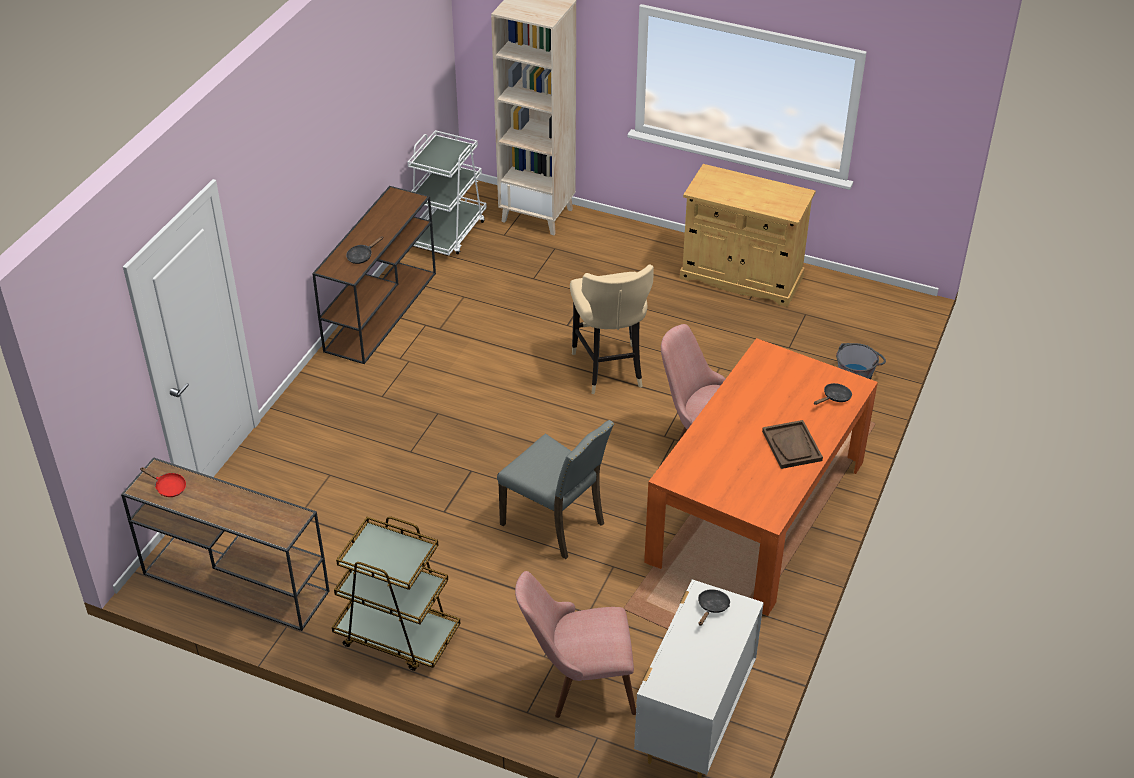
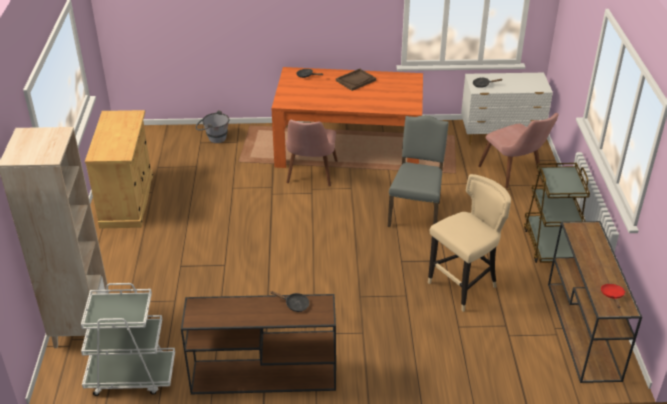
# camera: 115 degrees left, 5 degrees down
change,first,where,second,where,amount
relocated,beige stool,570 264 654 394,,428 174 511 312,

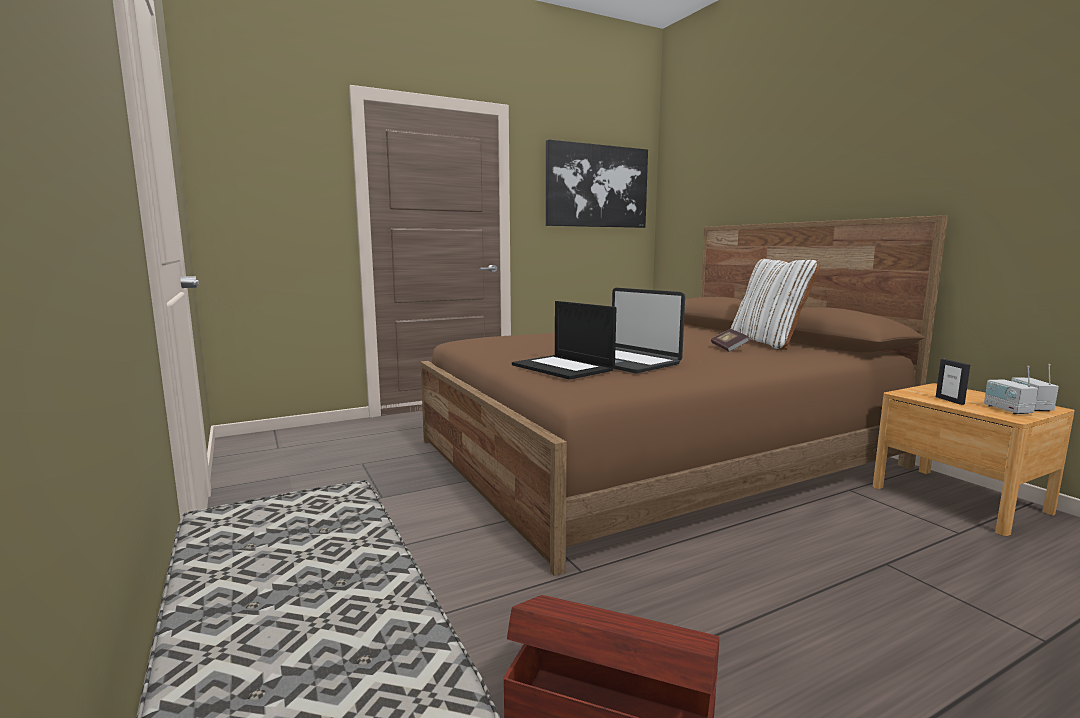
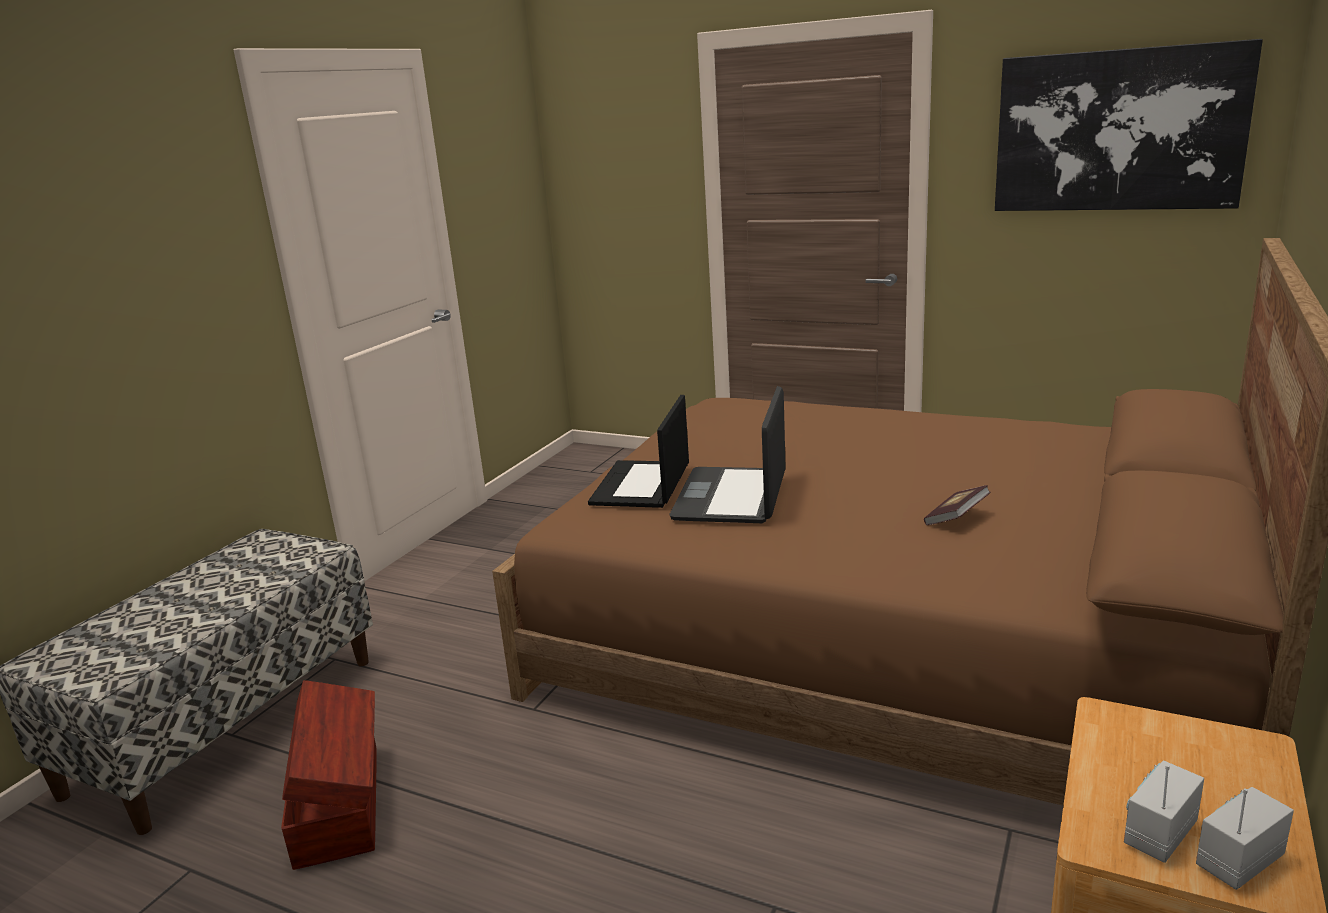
# camera: 55 degrees right, 10 degrees up
change,first,where,second,where,amount
missing,whitish pillow,731 258 820 350,,,
missing,photo frame,936 359 970 405,,,

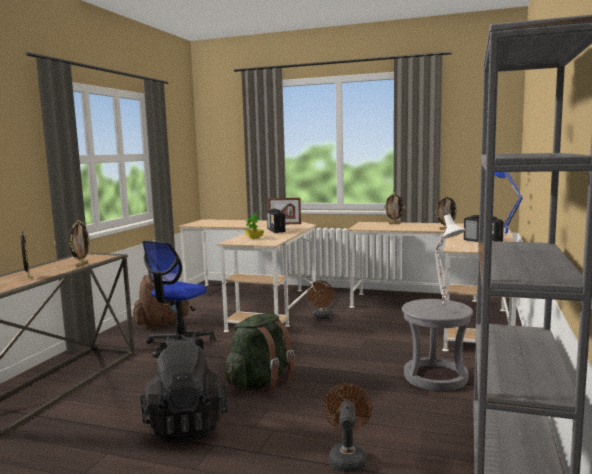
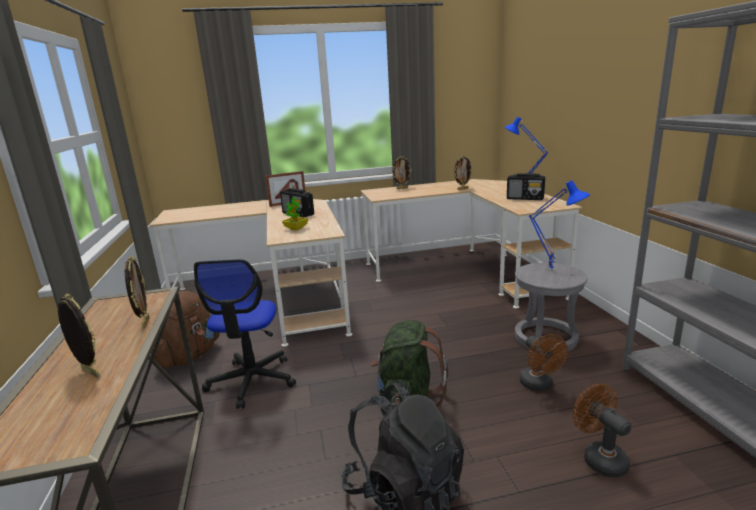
# camera: 30 degrees left, 10 degrees up
change,first,where,second,where,amount
relocated,brownish fan,307 281 334 319,,519 334 568 391,
colour,whitish tabletop lamp,435 214 466 306,blue-coloured tabletop lamp,529 180 590 270,

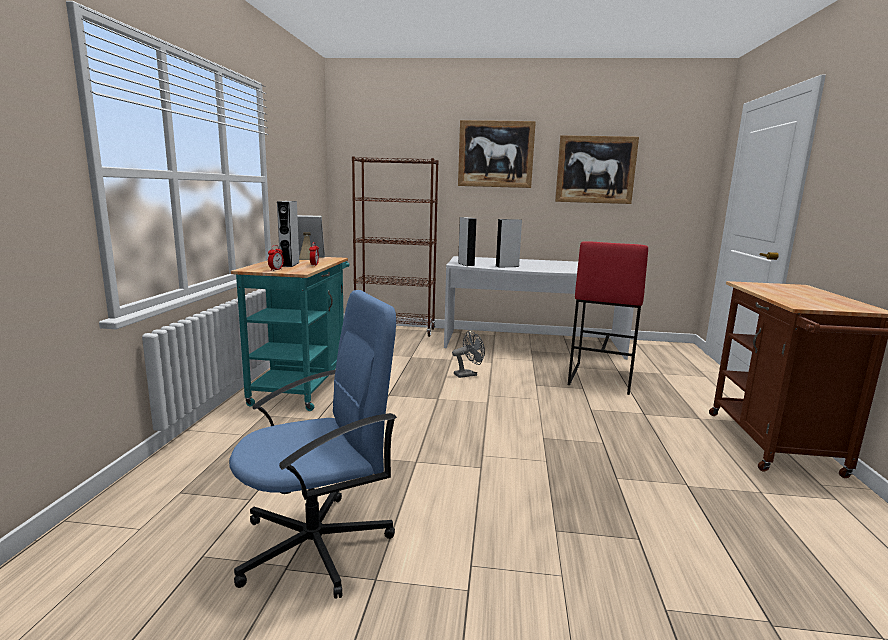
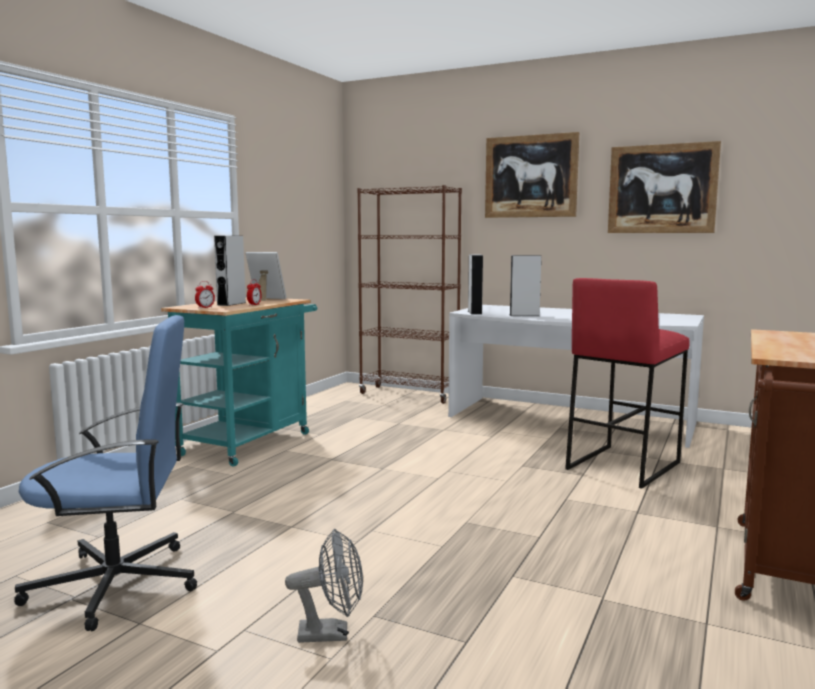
# camera: 20 degrees right, 5 degrees down
change,first,where,second,where,amount
relocated,gray fan,452 330 485 378,,285 529 363 643,

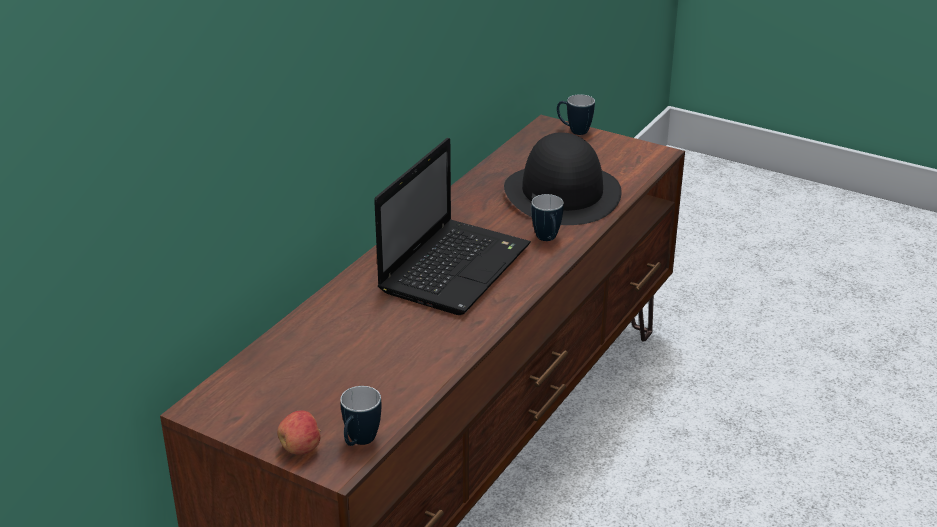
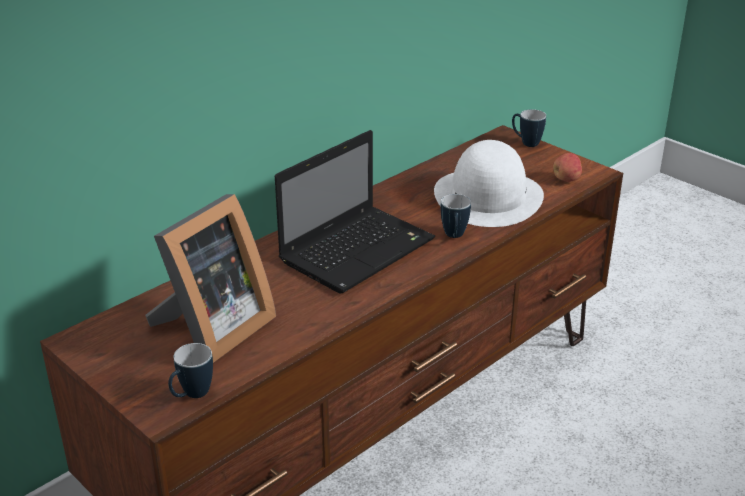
# camera: 15 degrees right, 0 degrees up
change,first,where,second,where,amount
relocated,apple fruit,277 410 321 454,,553 153 582 182,
colour,black clothing hat,504 132 622 225,whitish clothing hat,434 140 544 227,
appeared,,,photo frame,145 194 276 363,

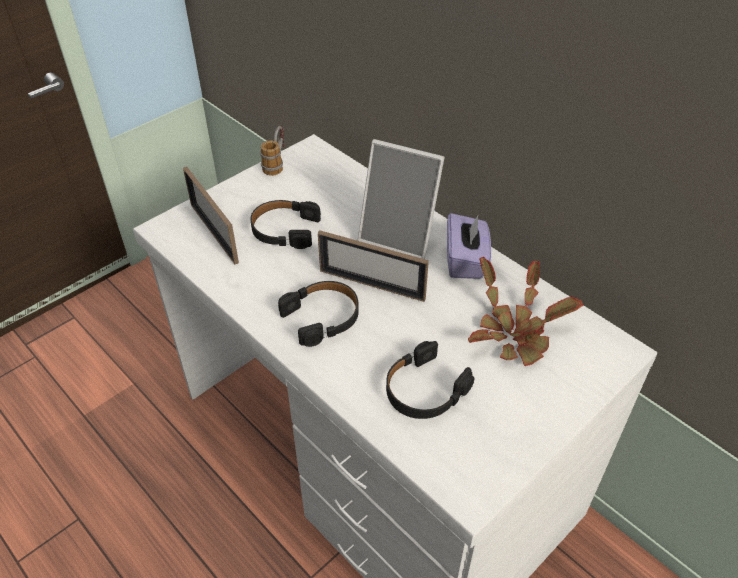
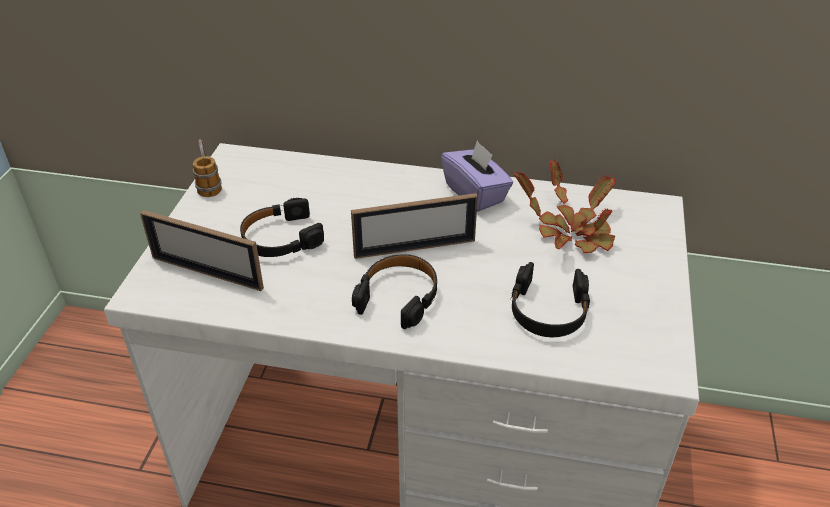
# camera: 35 degrees left, 5 degrees down
change,first,where,second,where,amount
missing,photo frame,358 139 445 259,,,

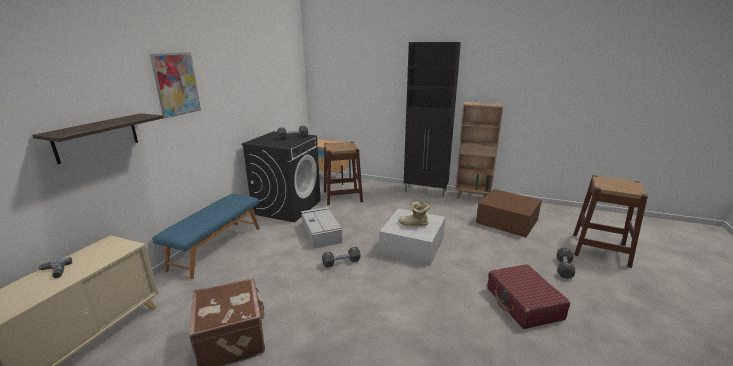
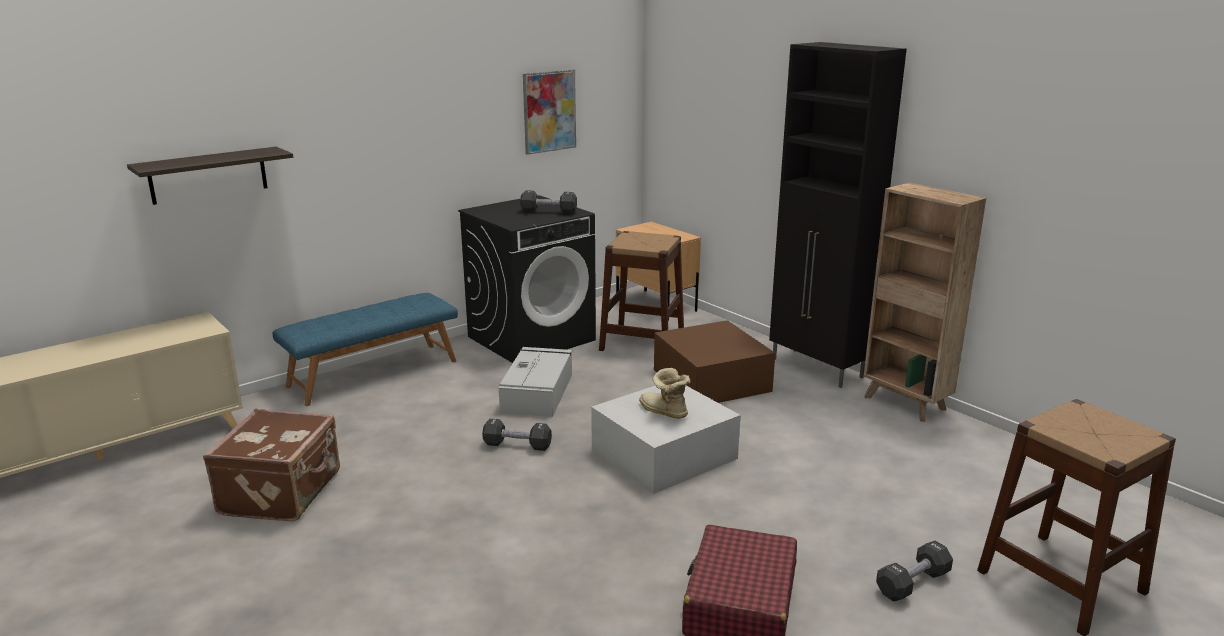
# camera: 30 degrees right, 0 degrees up
change,first,where,second,where,amount
missing,drill,38 257 72 278,,,
relocated,picture,150 52 201 118,,523 70 576 155,
relocated,brownish storage bin,476 189 542 237,,654 320 775 403,

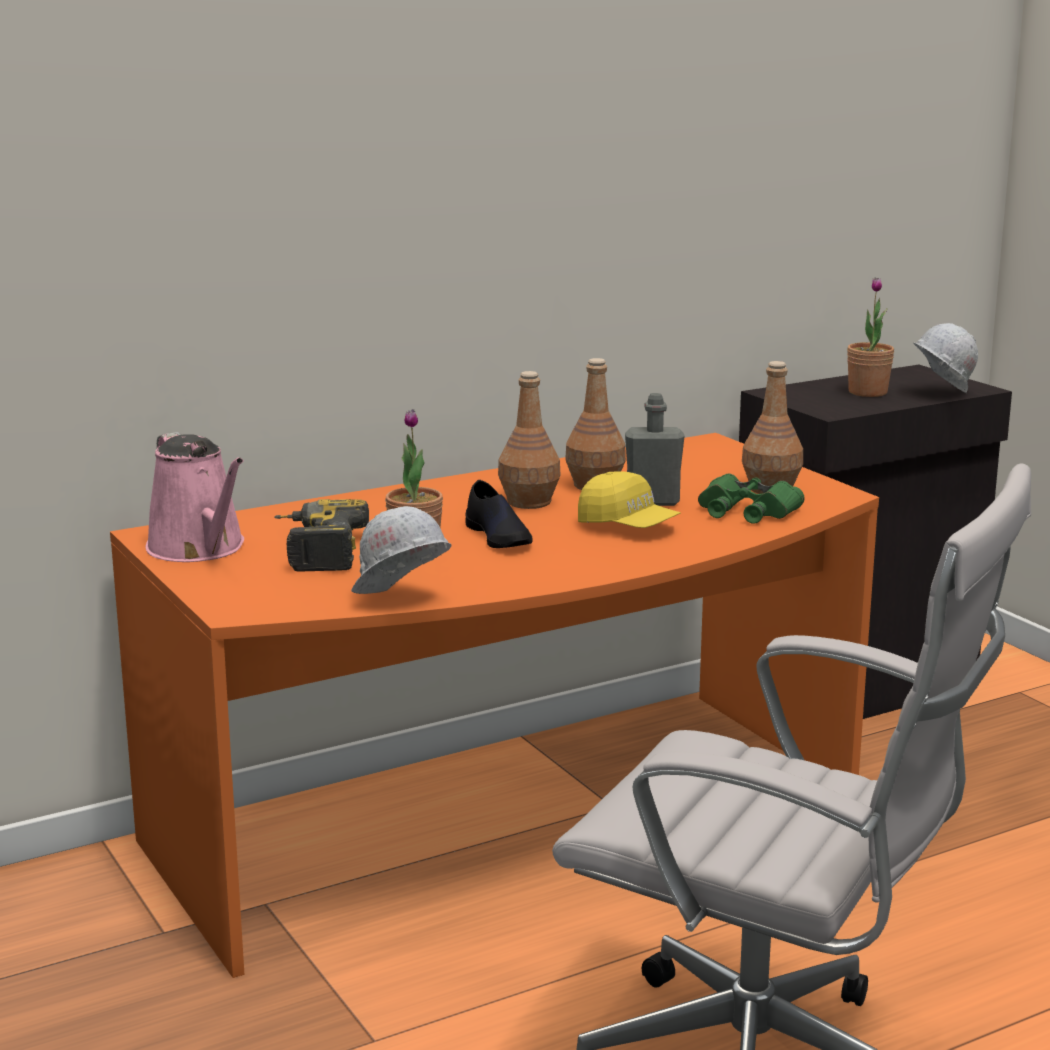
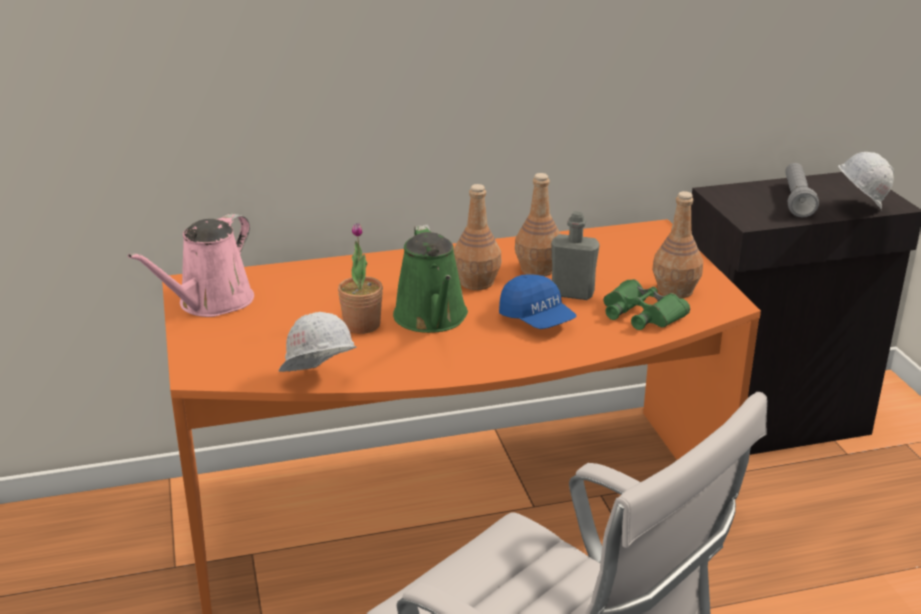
# camera: 15 degrees right, 10 degrees up
change,first,where,second,where,amount
spun,pink-coloured watering pot,145 432 244 562,,128 213 254 317,45 degrees clockwise
missing,drill,274 499 369 572,,,
exchanged,black shoe,466 480 533 548,greenish watering pot,393 225 468 333,
colour,yellowish baseball cap,578 471 681 528,blue-coloured baseball cap,499 274 577 329,
exchanged,houseplant,847 277 894 397,gray torch,785 163 819 217,

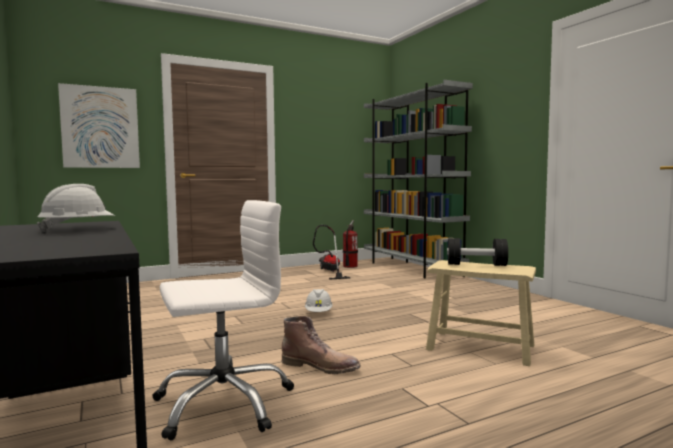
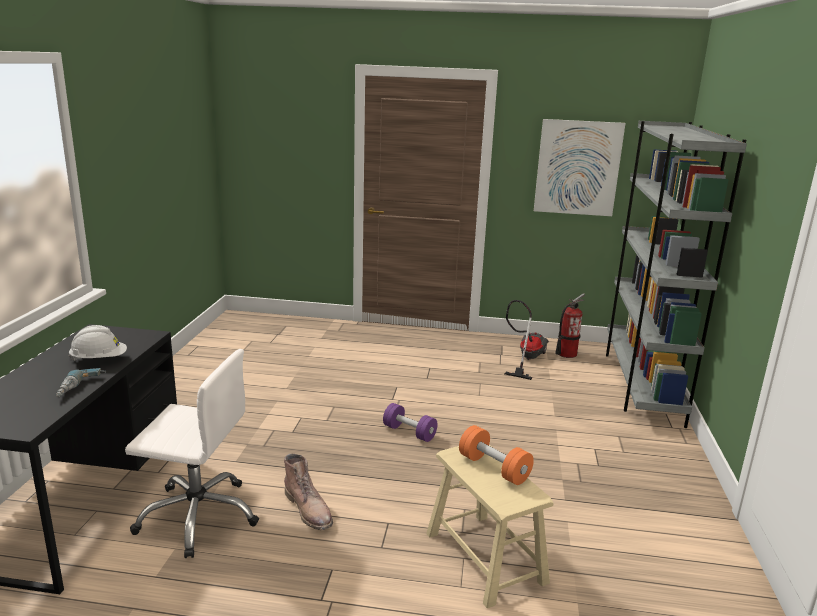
# camera: 35 degrees right, 15 degrees up
change,first,where,second,where,amount
relocated,picture,58 83 140 168,,534 119 626 216,
exchanged,whitish work helmet,305 289 333 312,purple free weight,383 403 438 442,
colour,black free weight,447 238 508 266,orangey free weight,459 425 534 485,
appeared,,,drill,56 368 106 397,

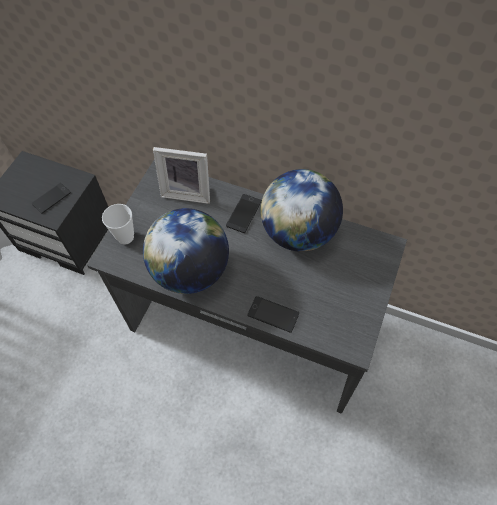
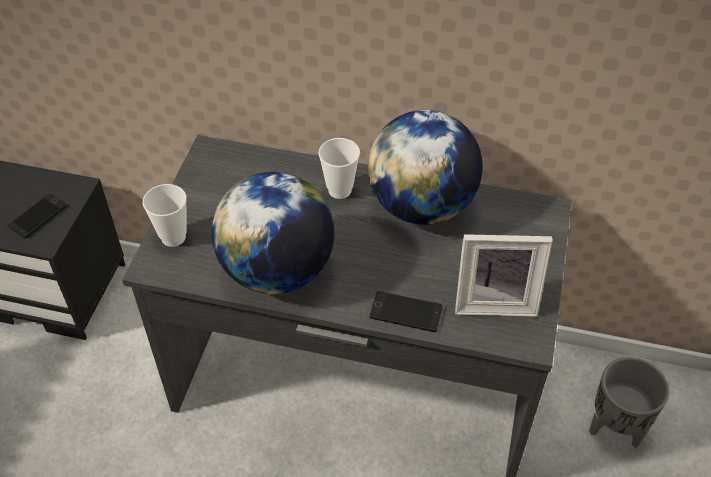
# camera: 10 degrees left, 10 degrees down
change,first,where,second,where,amount
relocated,photo frame,153 147 210 204,,455 234 553 317,
exchanged,telephone,226 194 262 233,small cup,318 138 360 199,
appeared,,,gray plant pot,589 357 669 448,

